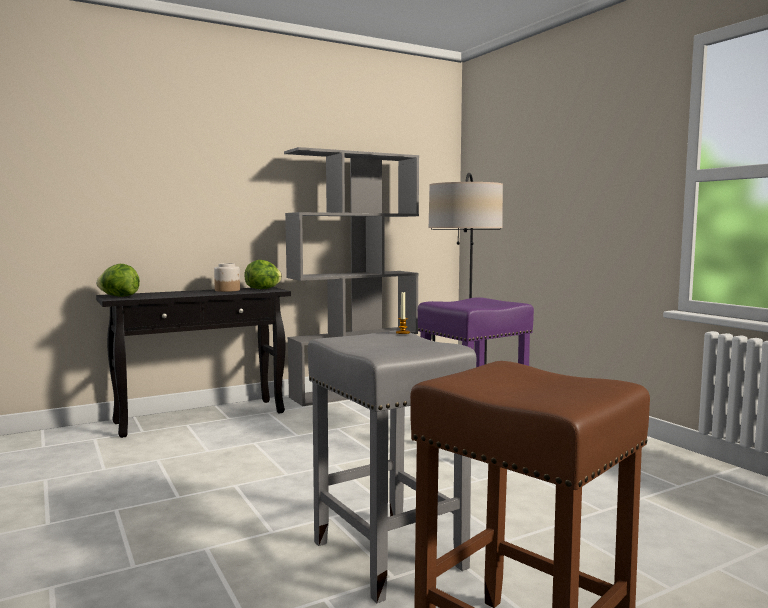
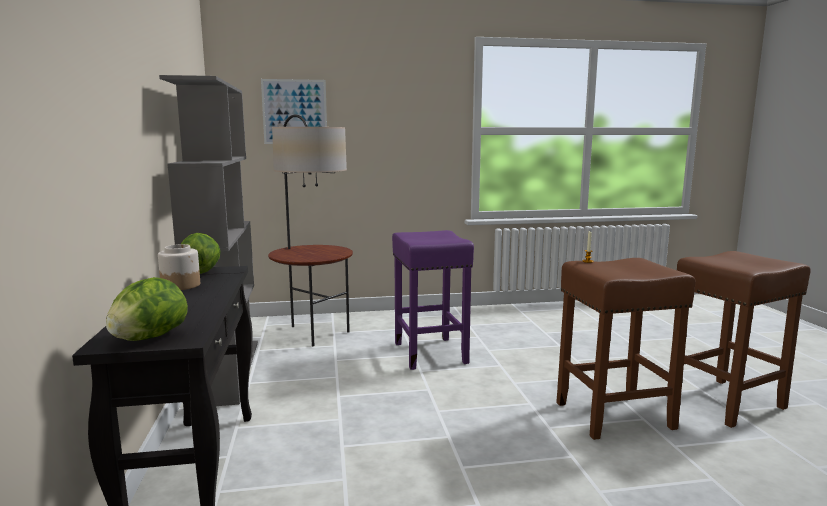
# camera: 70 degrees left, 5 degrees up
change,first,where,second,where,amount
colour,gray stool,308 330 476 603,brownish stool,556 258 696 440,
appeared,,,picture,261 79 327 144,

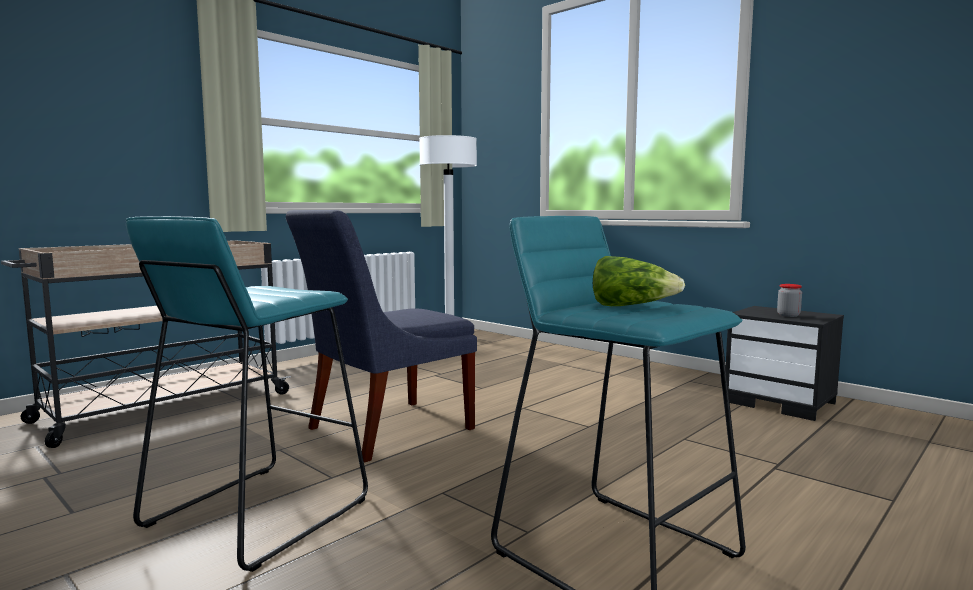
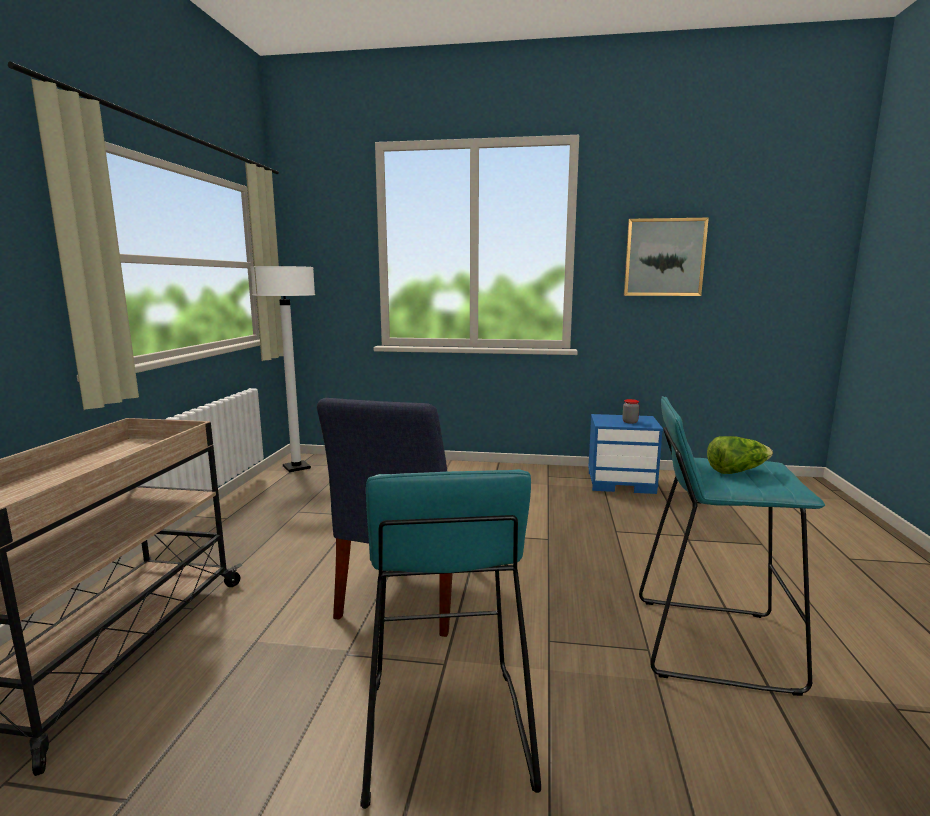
# camera: 35 degrees left, 5 degrees up
change,first,where,second,where,amount
colour,black nightstand,726 306 844 421,blue-coloured nightstand,588 414 663 494,
appeared,,,picture,624 218 709 296,

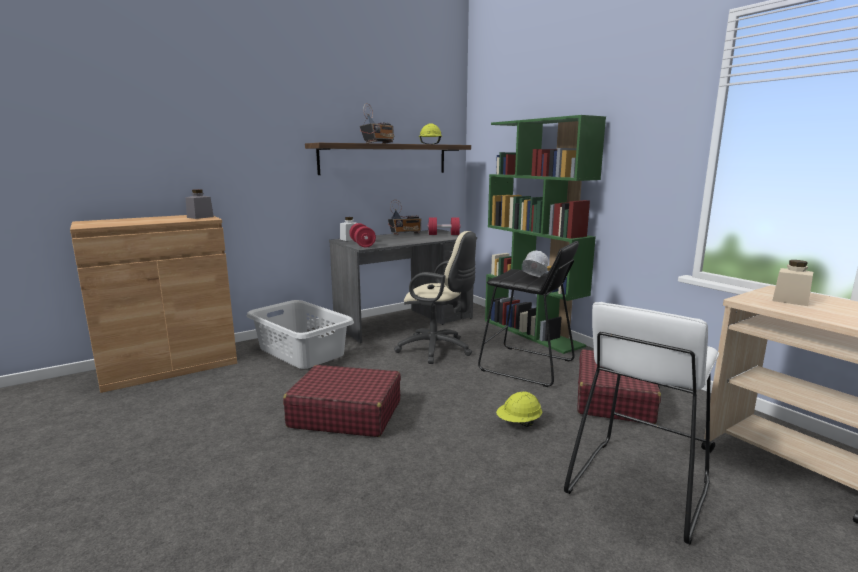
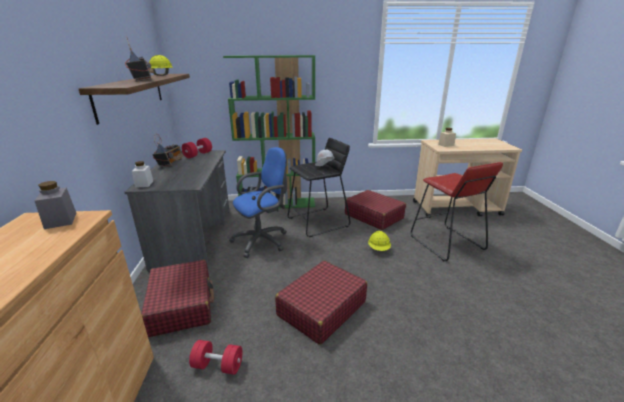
# camera: 60 degrees left, 10 degrees up
change,first,where,second,where,amount
exchanged,gray washing basket,247 300 354 369,red piece of luggage,141 260 214 337,
relocated,red free weight,349 223 376 248,,189 340 243 375,
colour,beige office chair,394 231 476 364,blue-coloured office chair,229 147 287 258,
colour,whitish stool,564 302 719 544,red stool,411 162 503 261,

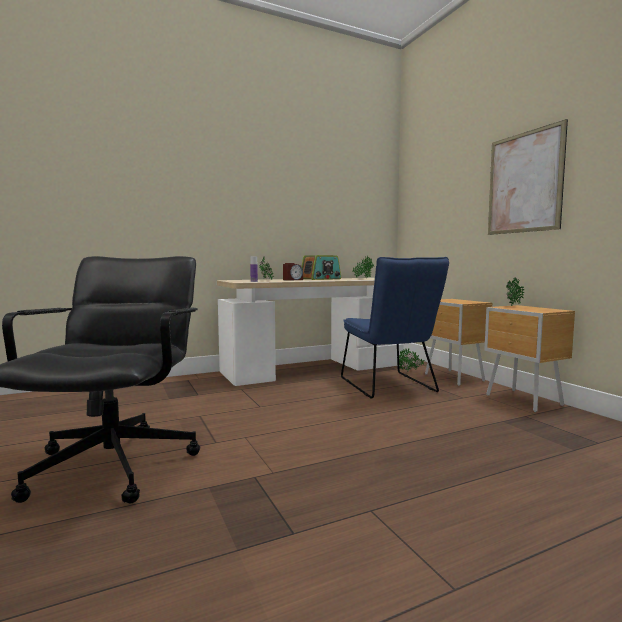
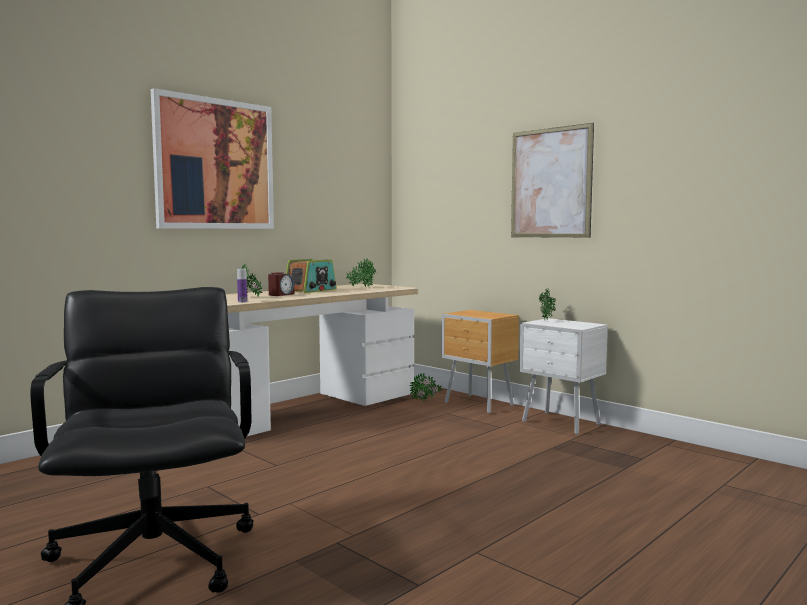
# camera: 20 degrees left, 0 degrees up
change,first,where,second,where,amount
missing,blue-coloured plain chair,341 257 449 399,,,
colour,brownish nightstand,484 305 575 412,whitish nightstand,519 318 608 435,
appeared,,,picture,151 88 274 229,

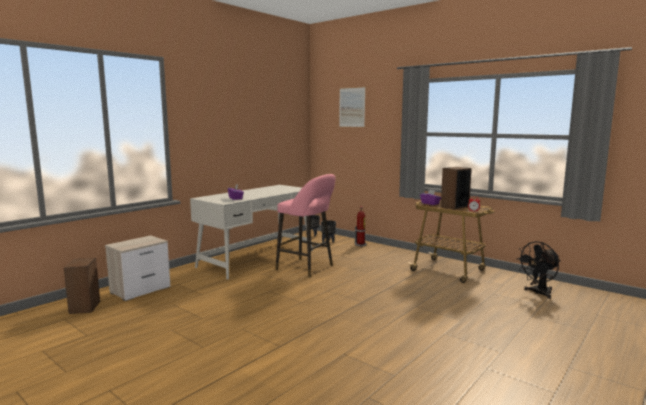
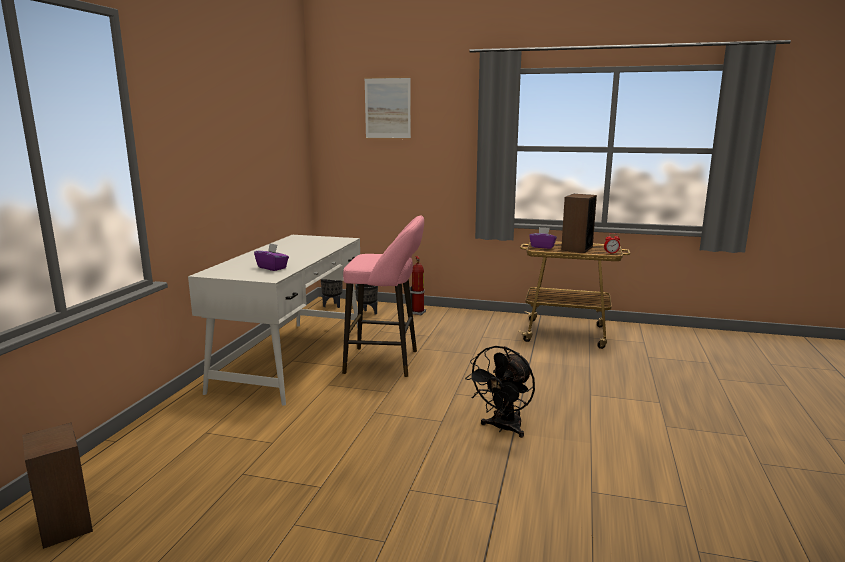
# camera: 25 degrees left, 5 degrees up
change,first,where,second,where,amount
missing,nightstand,105 235 170 301,,,
relocated,black fan,516 241 561 299,,465 346 535 438,

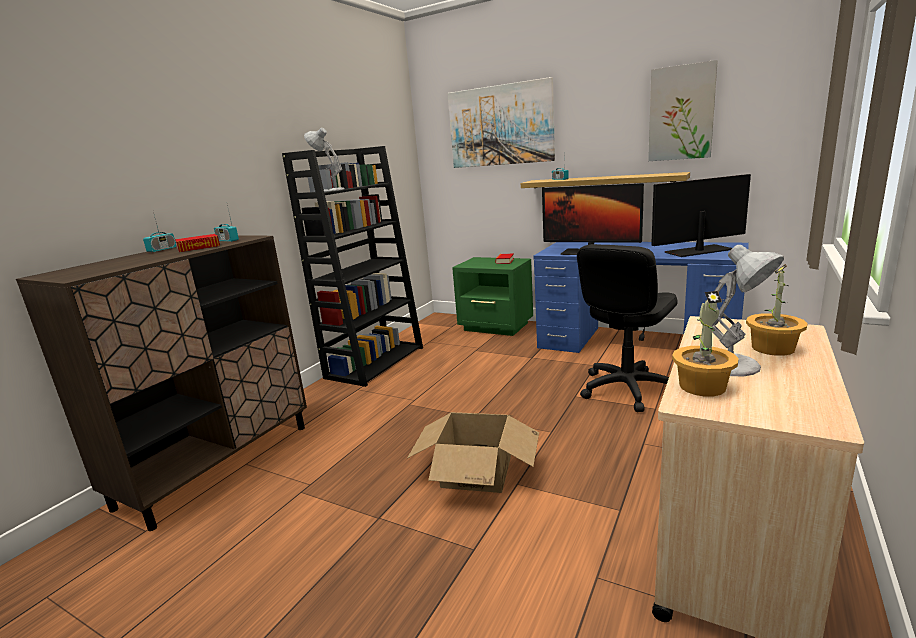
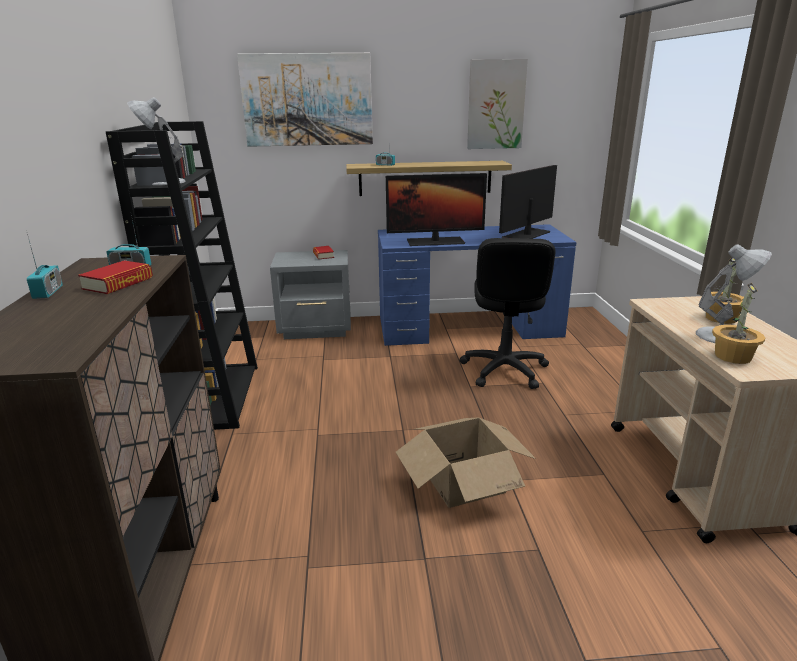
# camera: 35 degrees left, 5 degrees up
change,first,where,second,where,amount
colour,greenish nightstand,452 257 533 336,gray nightstand,270 250 351 339,

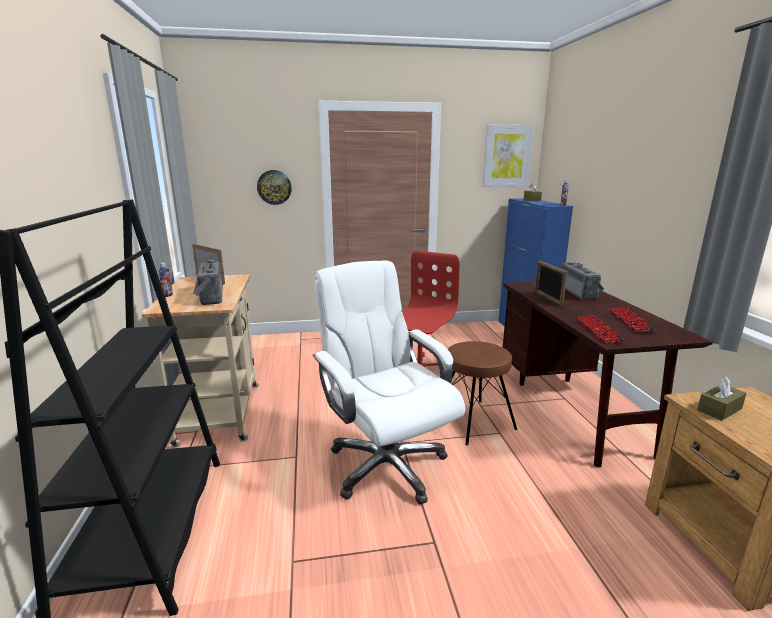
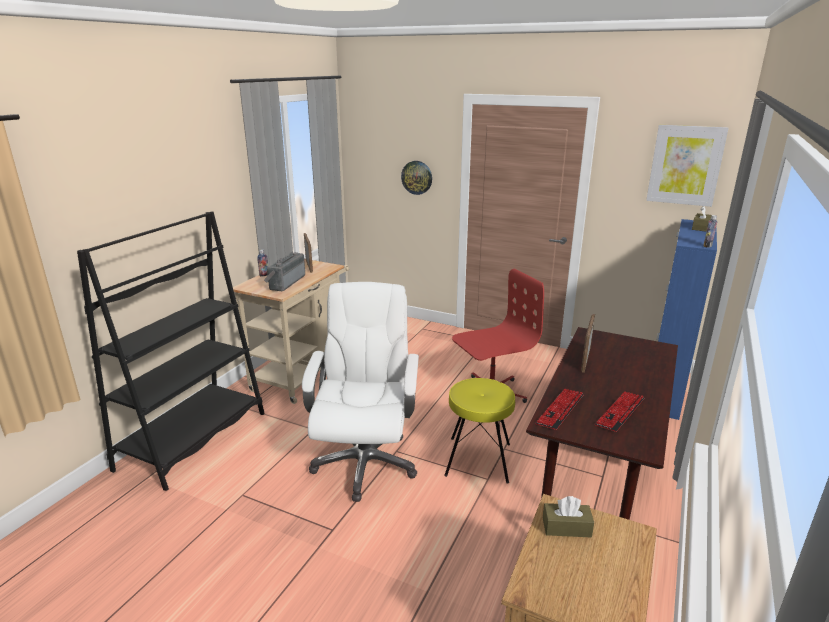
# camera: 35 degrees right, 5 degrees up
change,first,where,second,where,amount
colour,brownish stool,448 341 517 445,yellowish stool,444 378 515 484,
missing,radio set,561 262 604 300,,,

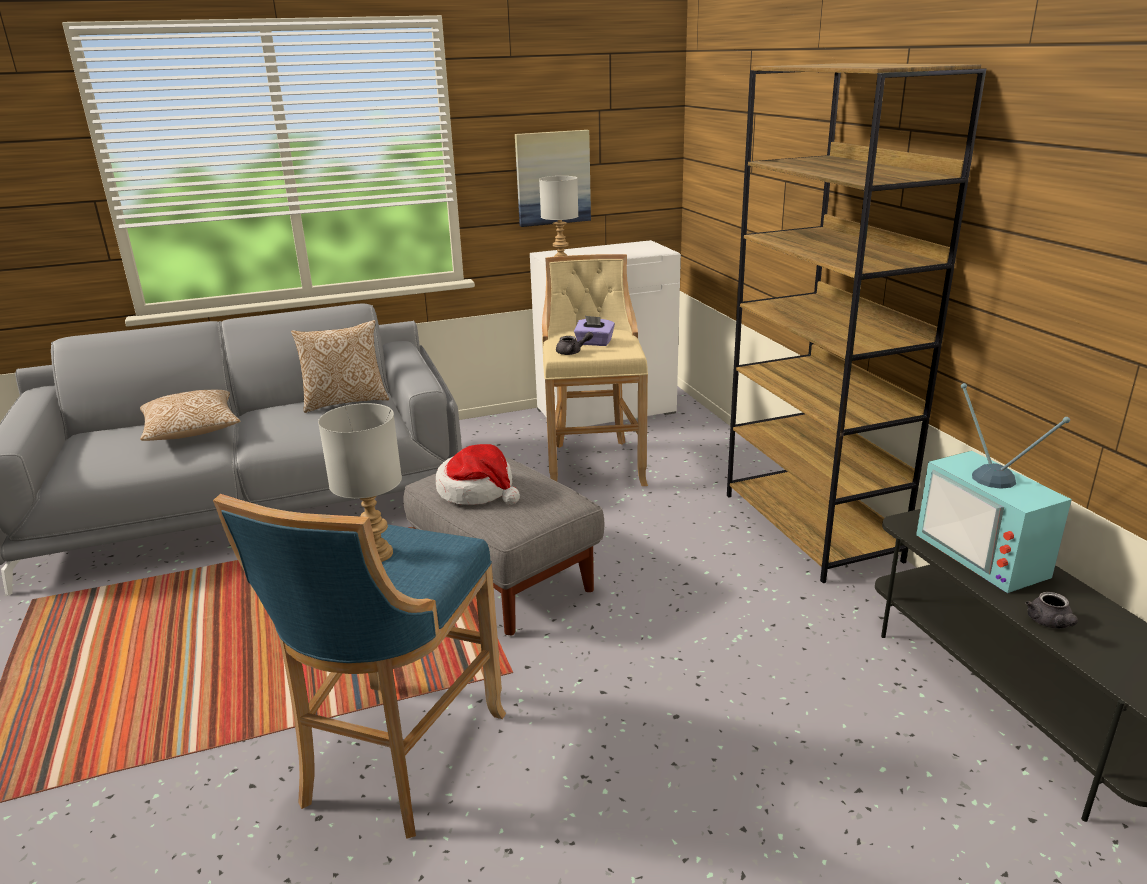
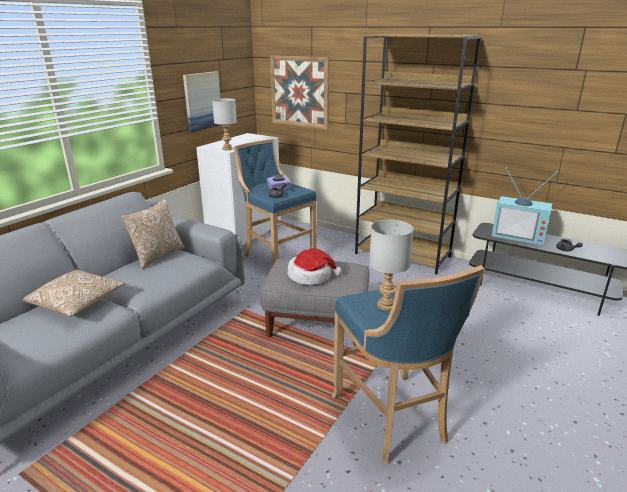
# camera: 40 degrees left, 0 degrees up
change,first,where,second,where,amount
colour,beige stool,542 254 648 486,blue-coloured stool,234 139 317 266,
appeared,,,picture,270 55 329 129,

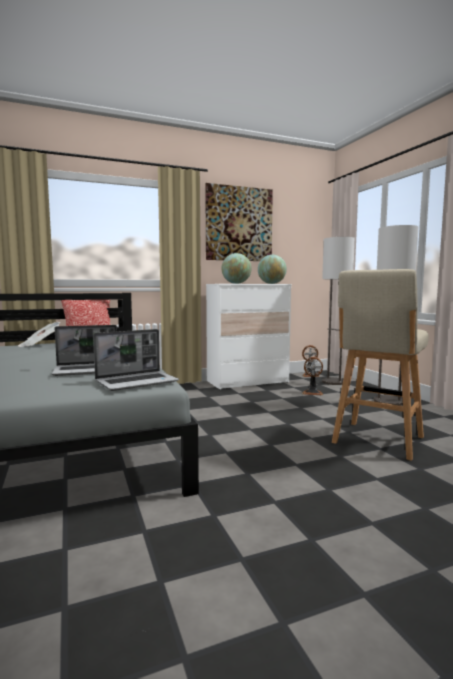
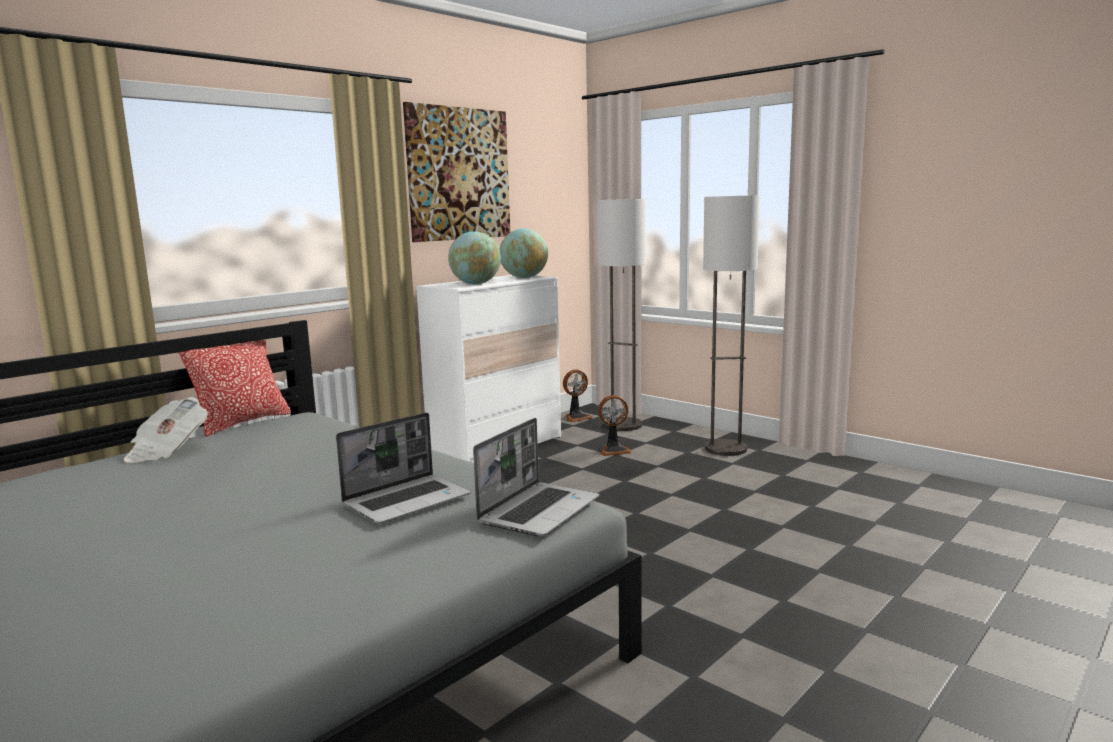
# camera: 25 degrees left, 5 degrees up
change,first,where,second,where,amount
missing,beige stool,332 269 429 461,,,

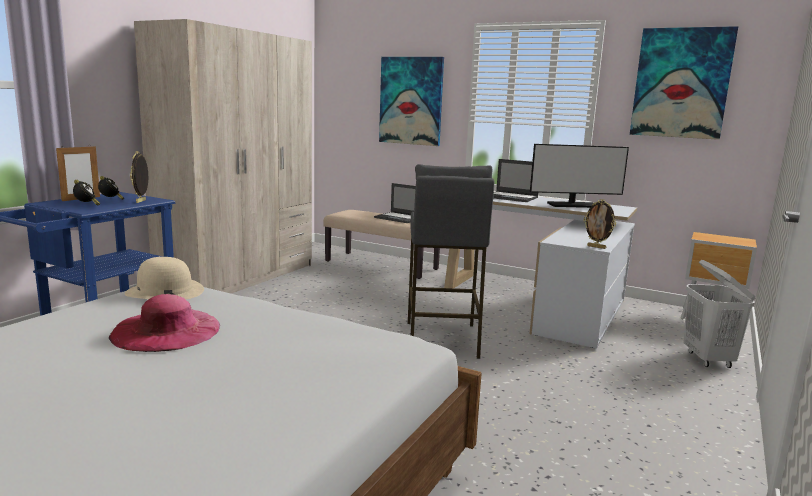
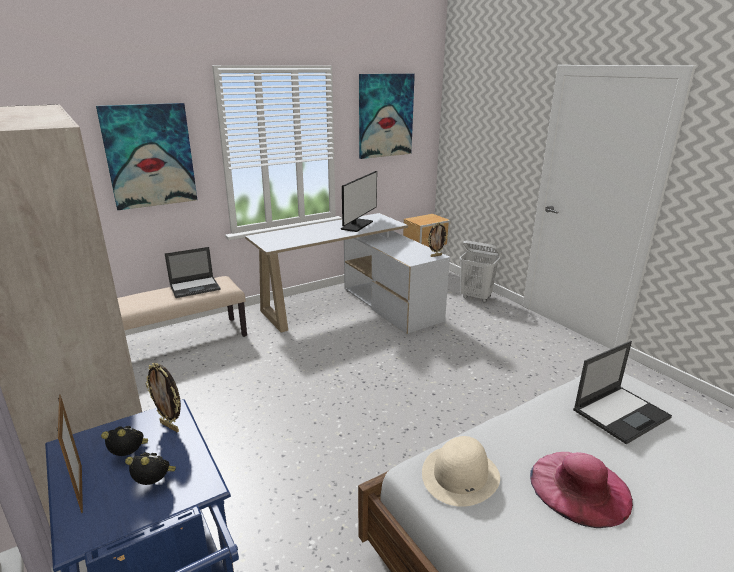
# camera: 60 degrees left, 10 degrees up
change,first,where,second,where,amount
missing,gray stool,408 164 494 359,,,
relocated,laptop,493 159 538 202,,573 341 672 444,

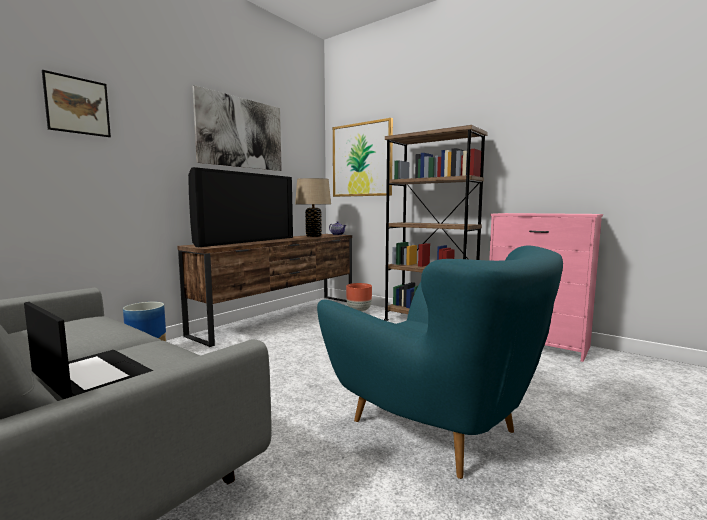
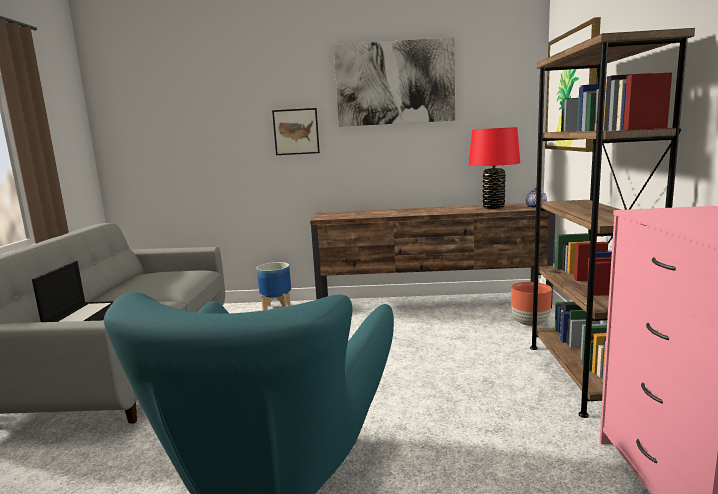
# camera: 55 degrees right, 5 degrees up
change,first,where,second,where,amount
relocated,picture,42 70 111 137,,272 108 320 155,
missing,TV set,188 167 293 247,,,
colour,beige tabletop lamp,295 178 331 237,red tabletop lamp,469 127 520 209,

